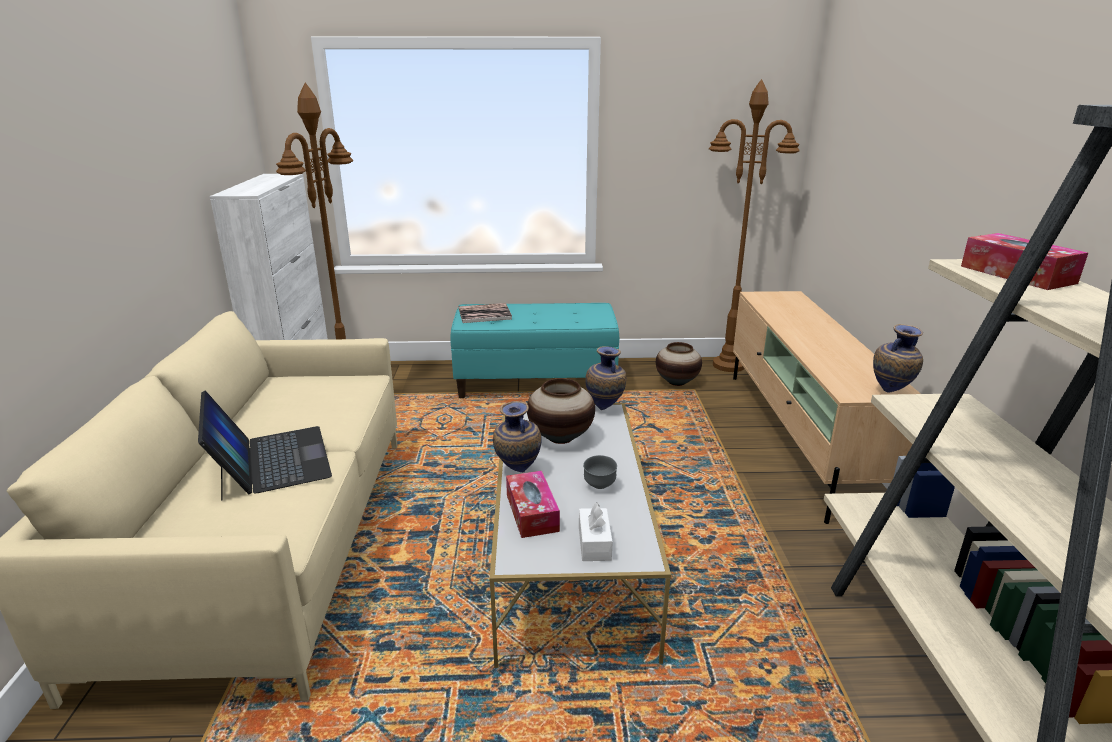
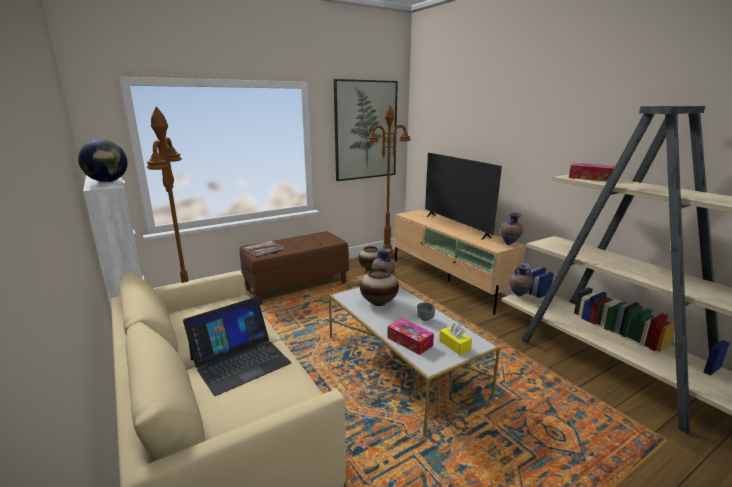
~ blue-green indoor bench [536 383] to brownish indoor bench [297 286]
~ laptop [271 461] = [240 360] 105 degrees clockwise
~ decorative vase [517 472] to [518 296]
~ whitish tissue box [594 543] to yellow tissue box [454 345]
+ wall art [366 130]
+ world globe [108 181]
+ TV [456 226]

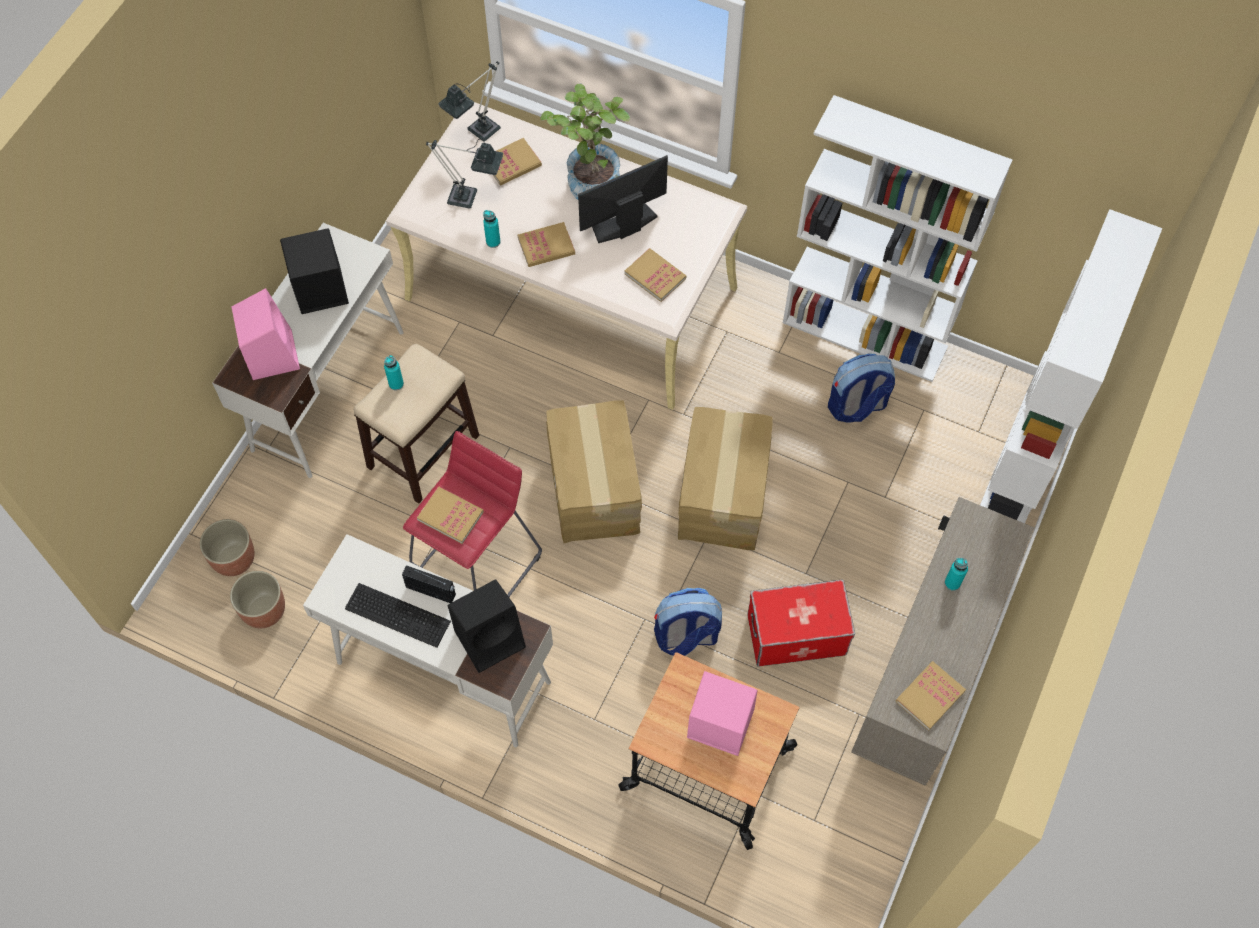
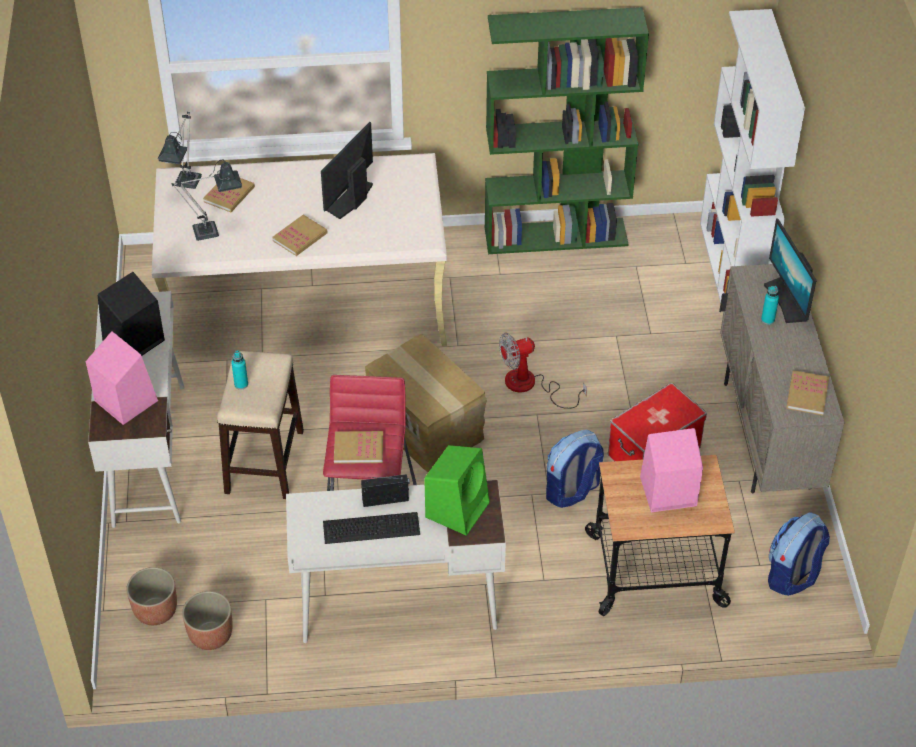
- potted plant [590 179]
~ whitish shelving unit [865 334] to green-coloured shelving unit [556 236]
- blue-green drink bottle [493 242]
- volume [655 276]
~ backpack [856 406] to [792 576]
~ packing box [724 496] to fan [530 385]
~ black-coloured loudspeaker [491 637] to green-coloured loudspeaker [457 508]
+ computer screen [787 301]

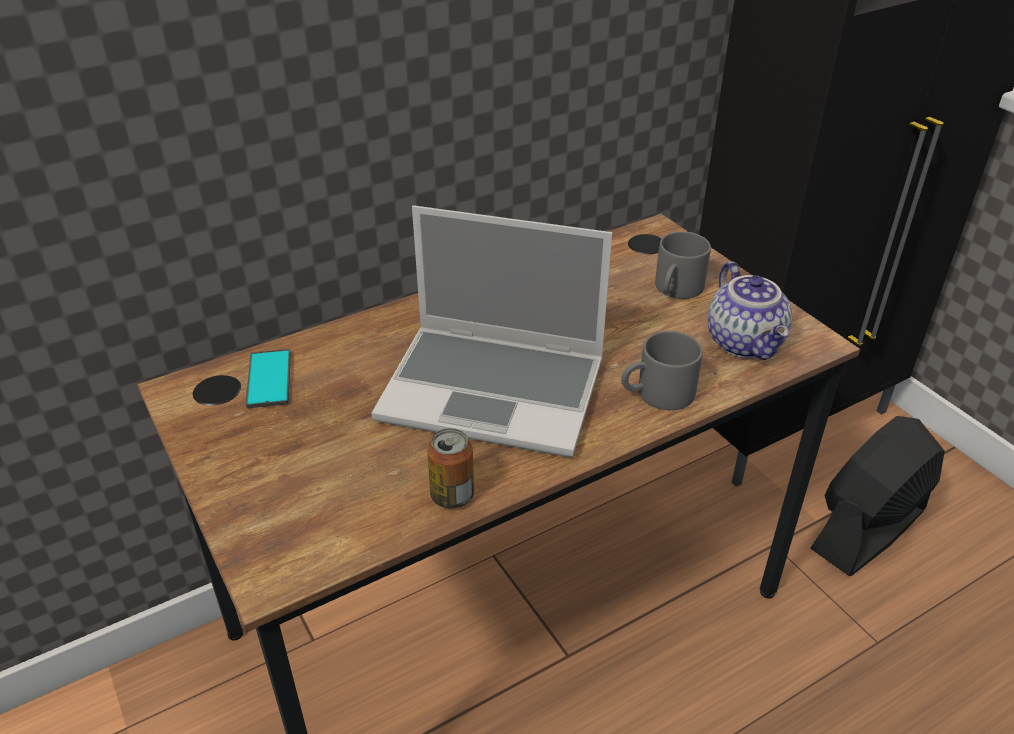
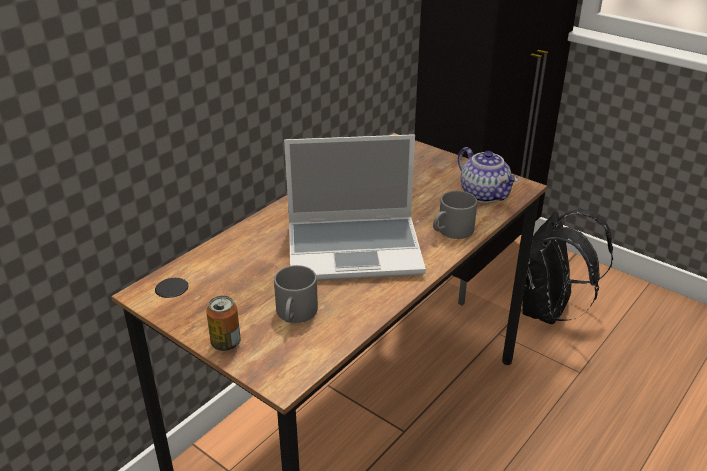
~ gray mug [677 290] to [296 314]
- phone [269 379]
~ black-coloured fan [867 530] to black-coloured backpack [548 311]
~ can [452 496] to [226 343]

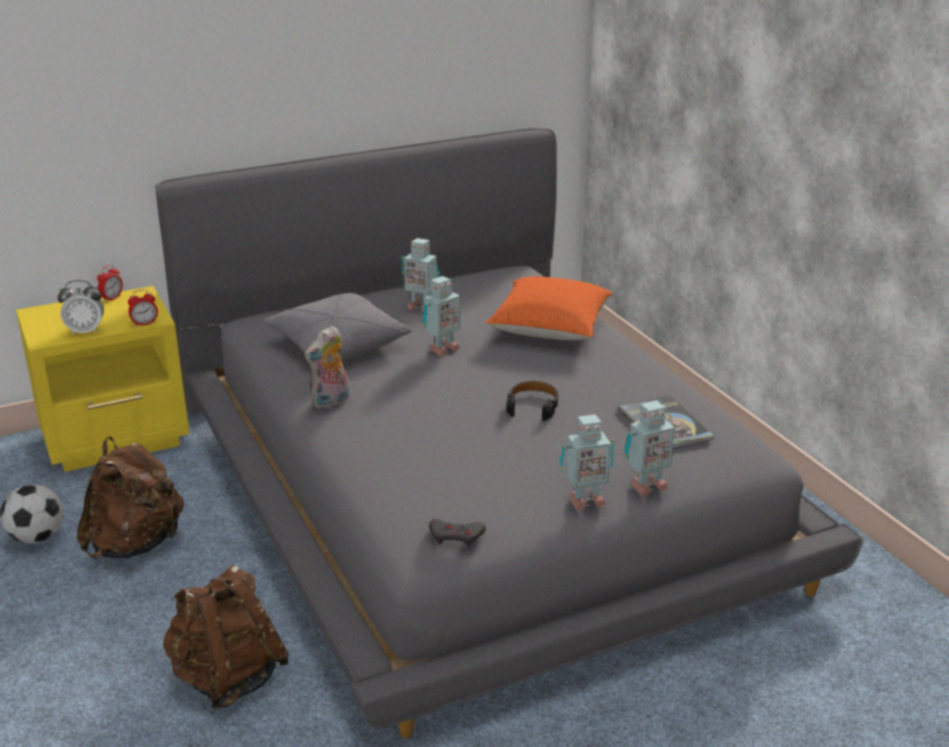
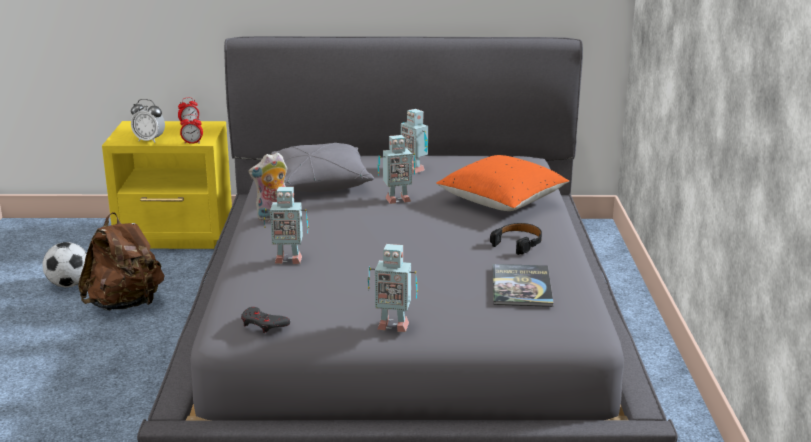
~ black-coloured headset [533 406] to [518 243]
~ robot figure [646 486] to [287 259]
- brownish backpack [228 679]

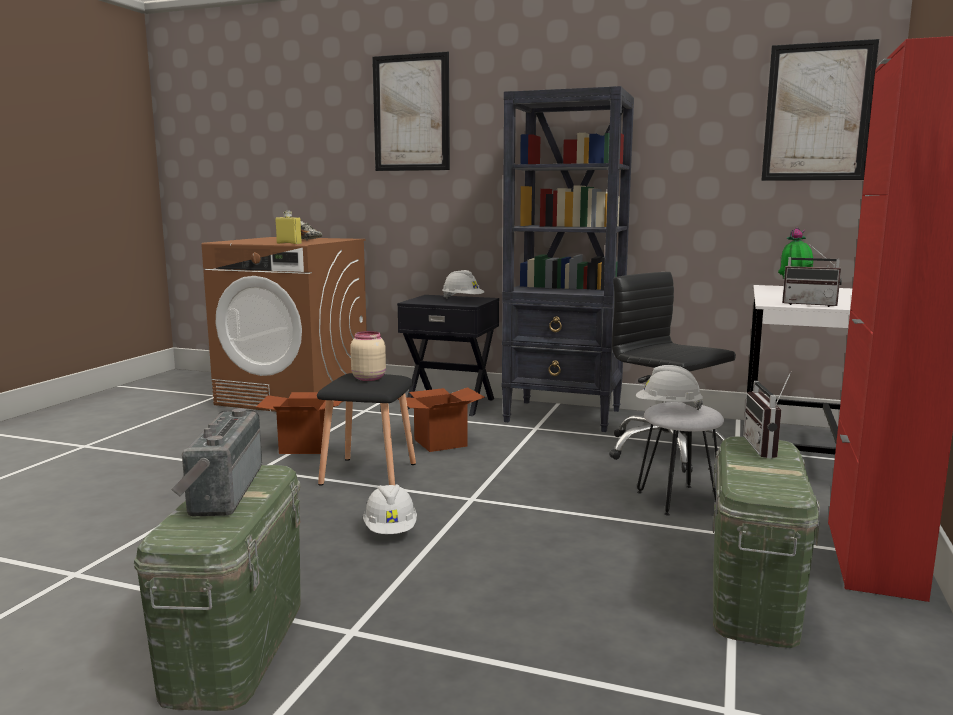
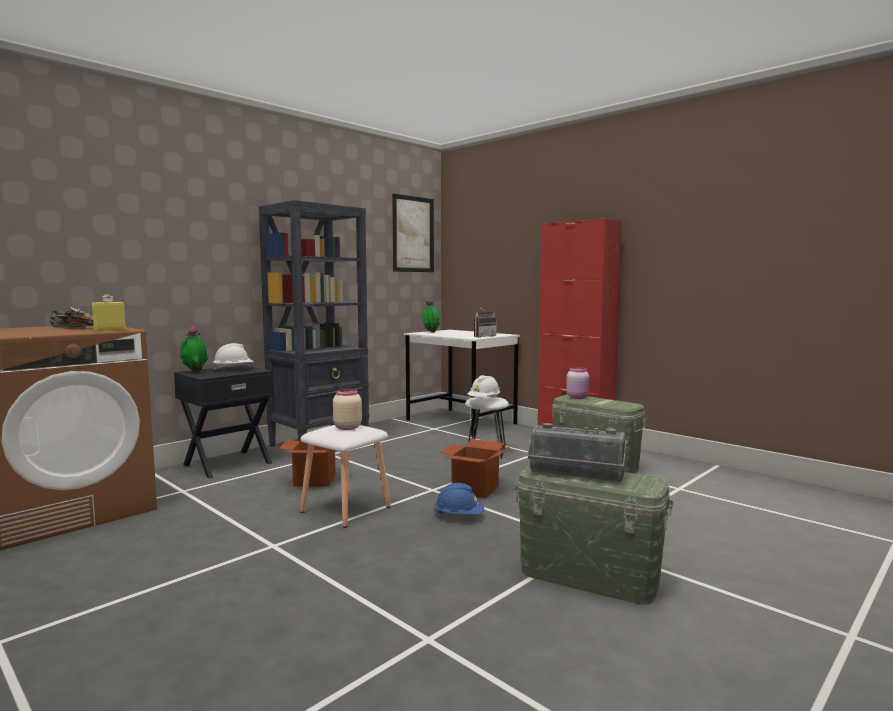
- wall art [411 113]
- black-coloured office chair [665 450]
~ radio [768 449] to pink-coloured jar [578 397]
~ black-coloured stool seat [370 473] to whitish stool seat [346 508]
~ packing box [304 446] to [475 489]
~ whitish hard hat [390 531] to blue hard hat [459 516]
+ potted plant [194 372]

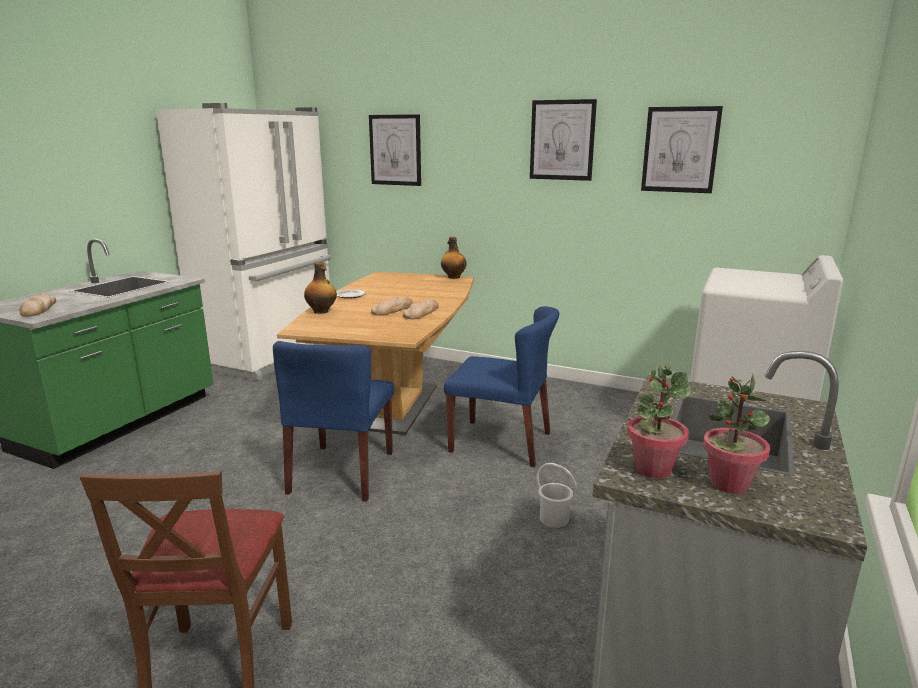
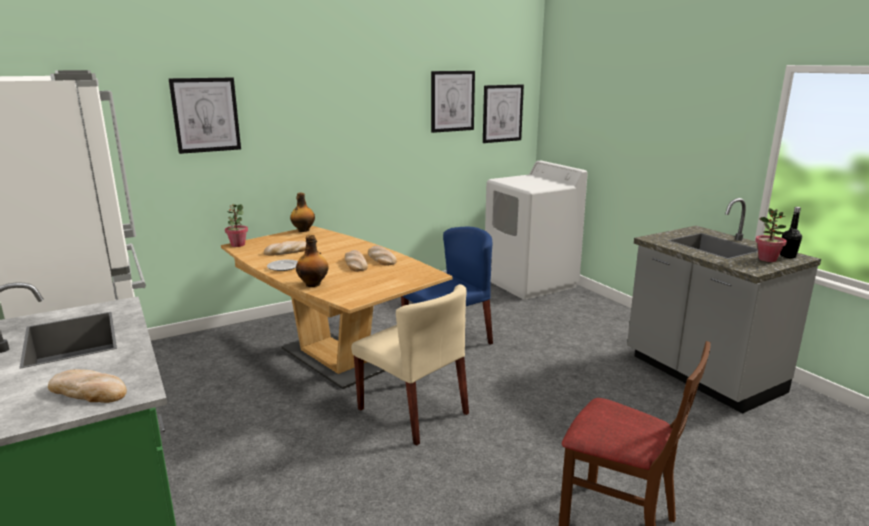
~ wall art [562 140] to [502 113]
~ blue upright chair [342 472] to beige upright chair [413 411]
~ potted plant [652 469] to [237 245]
- whitish water bucket [554 518]
+ black-coloured drink bottle [787 256]
+ baked bread [287 251]

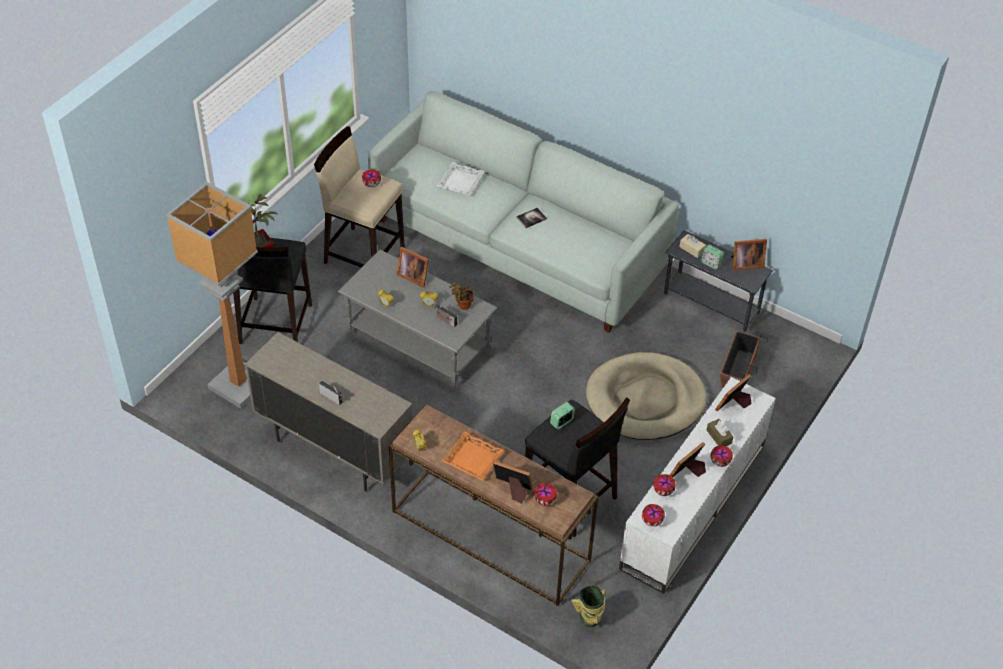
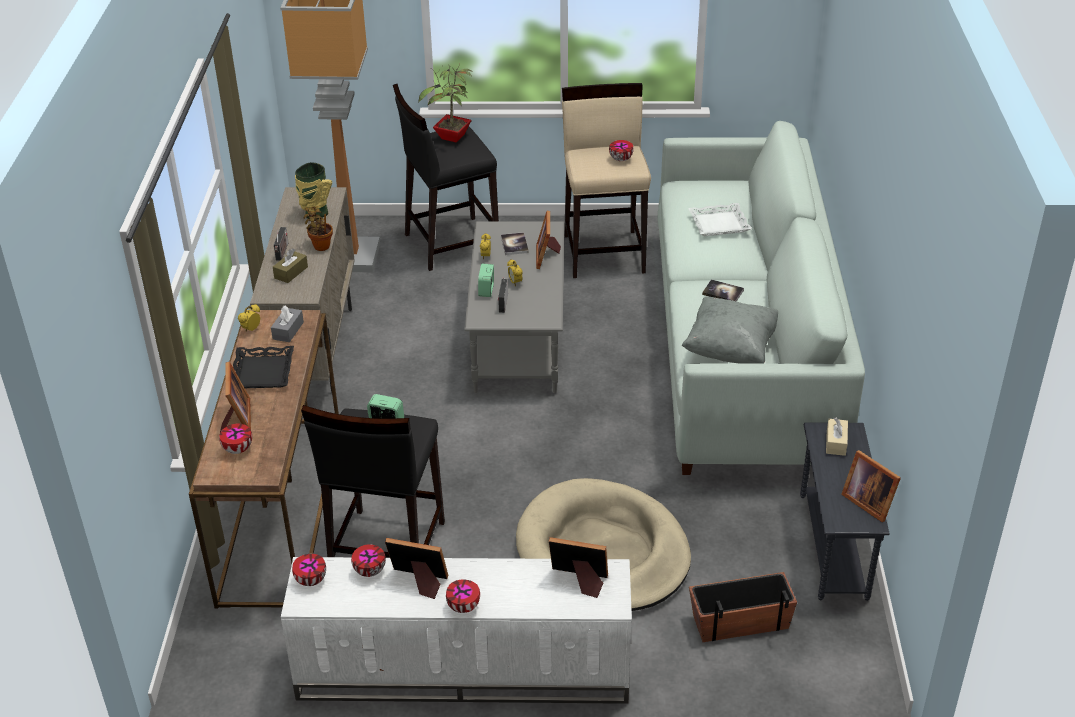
~ bedside clock [711 263] to [486 290]
~ potted plant [463 305] to [320 245]
~ brownish tissue box [719 437] to [291 272]
~ orange-coloured tray [473 459] to black-coloured tray [262 372]
~ decorative vase [589 619] to [315 214]
+ volume [514 244]
+ gray pillow [730 349]
+ gray tissue box [288 330]

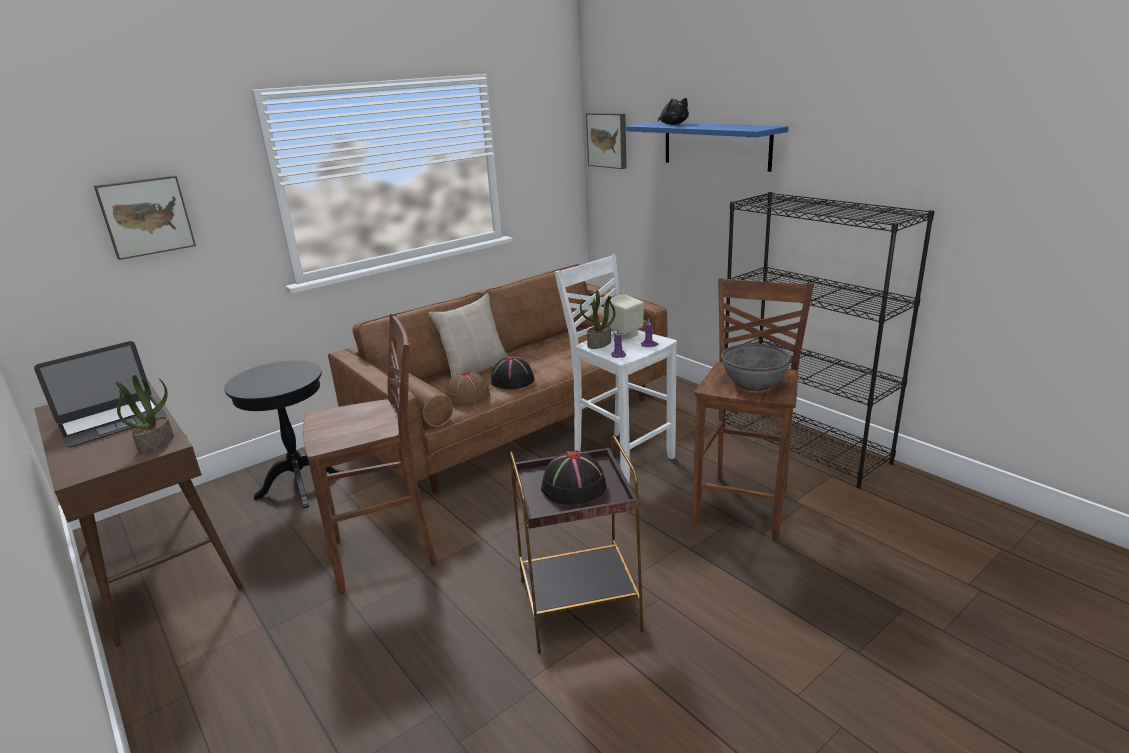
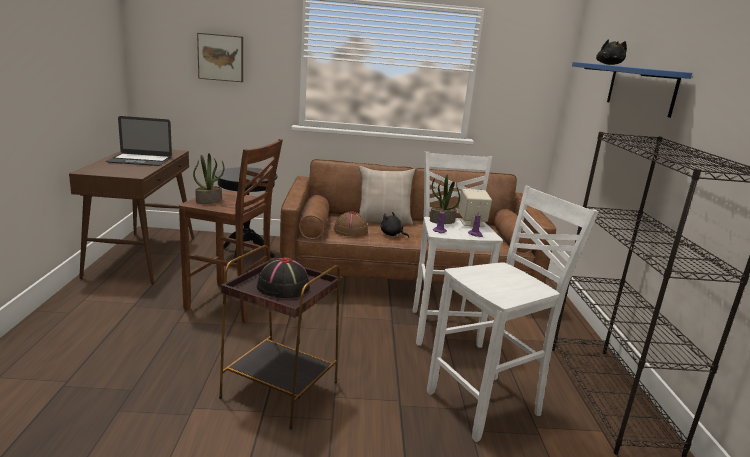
- wall art [608 140]
~ brownish stool seat [744 505] to whitish stool seat [487 405]
- gray bowl [753 383]
~ black-coloured clothing hat [513 381] to black-coloured soft toy [392 235]
~ potted plant [155 442] to [209 201]

